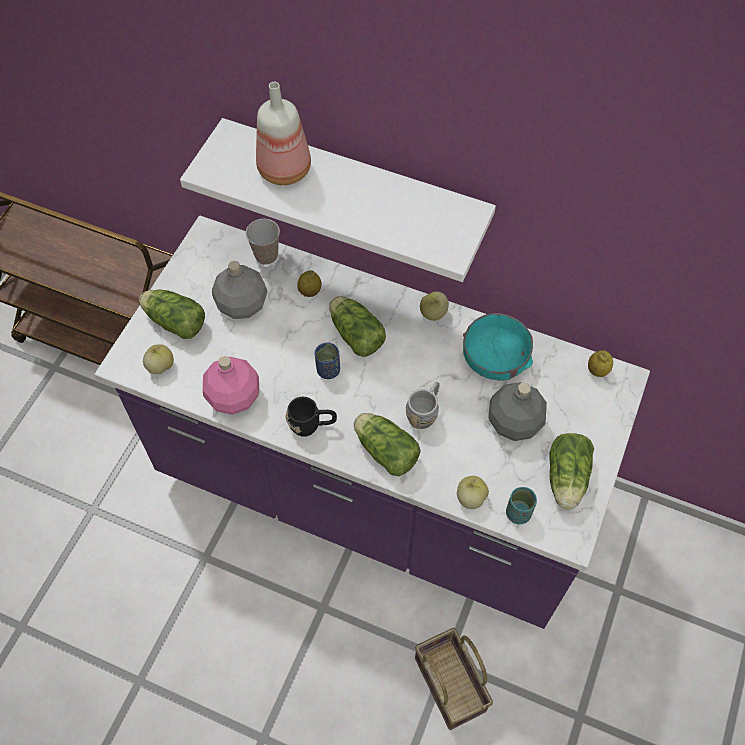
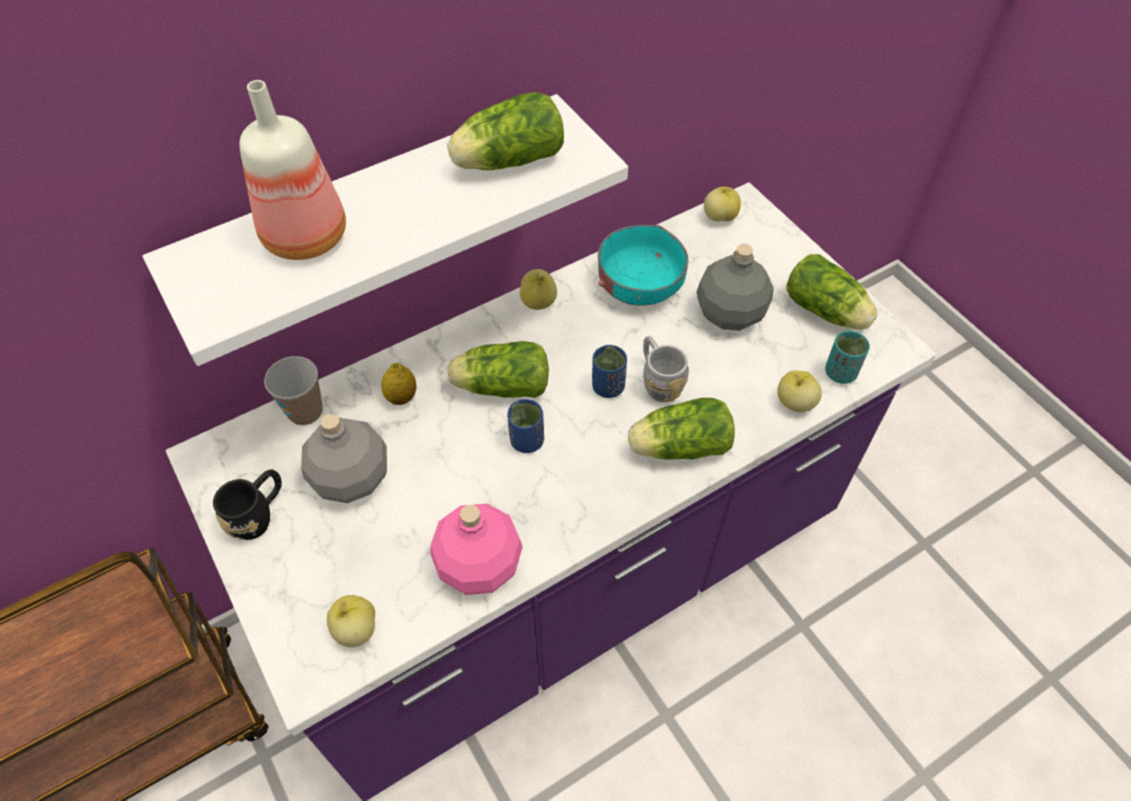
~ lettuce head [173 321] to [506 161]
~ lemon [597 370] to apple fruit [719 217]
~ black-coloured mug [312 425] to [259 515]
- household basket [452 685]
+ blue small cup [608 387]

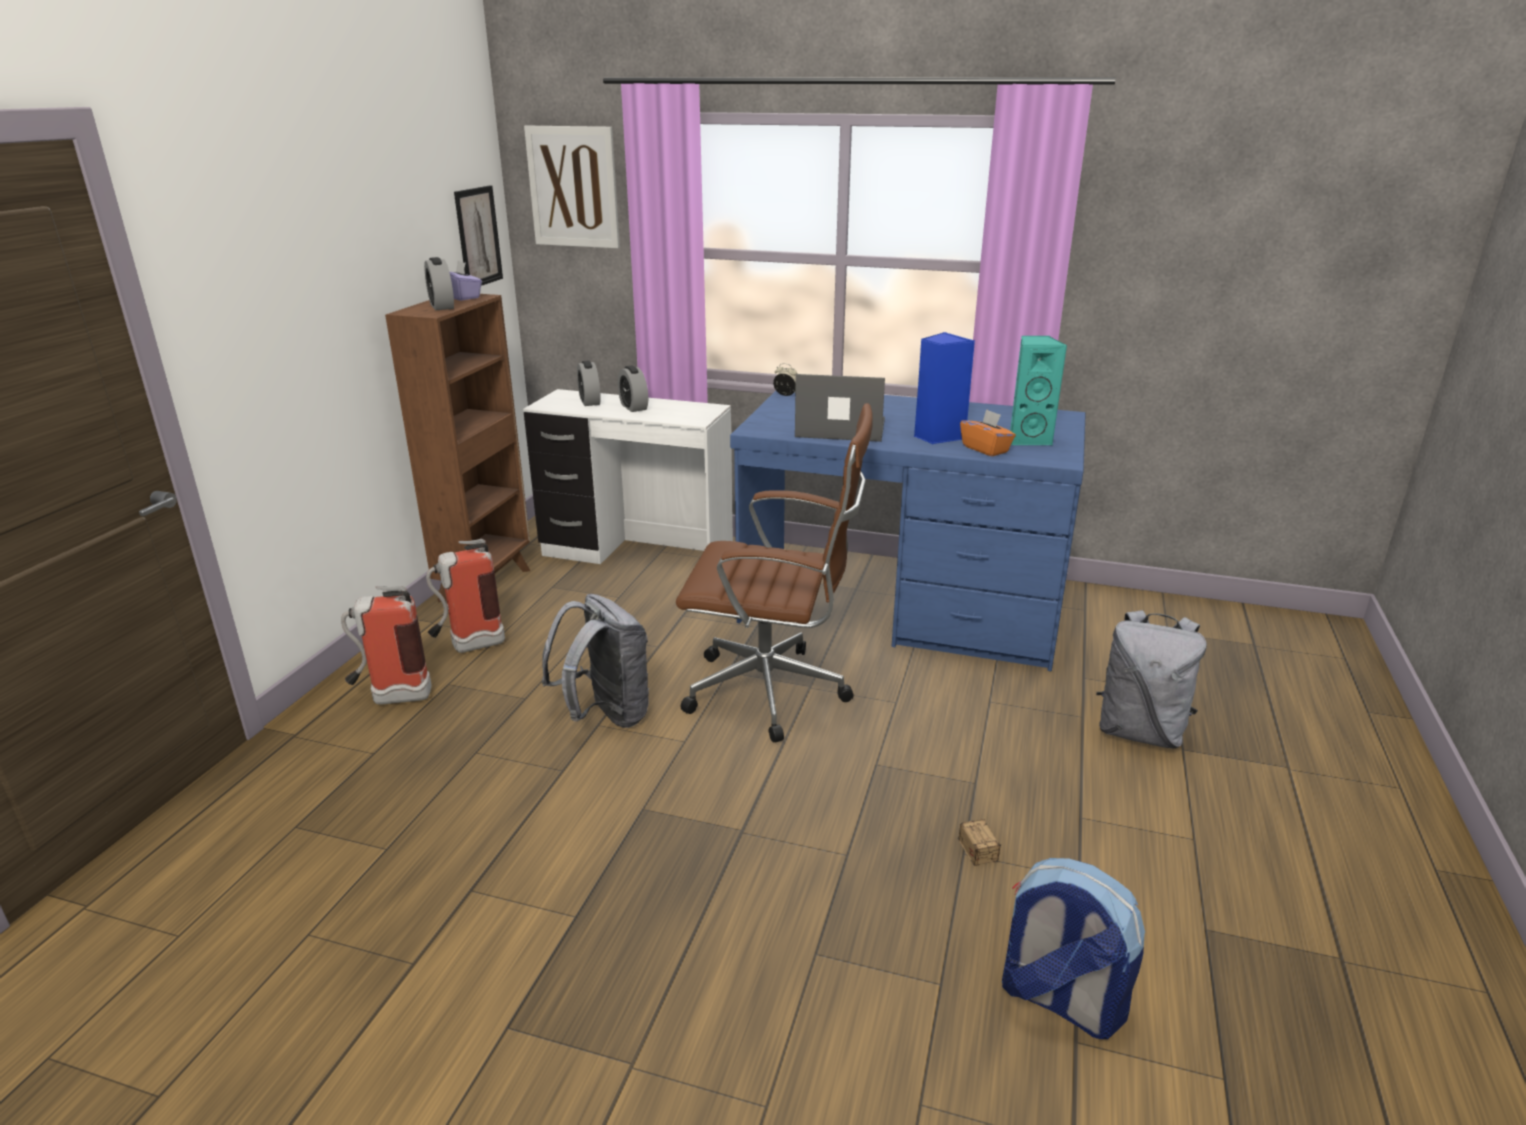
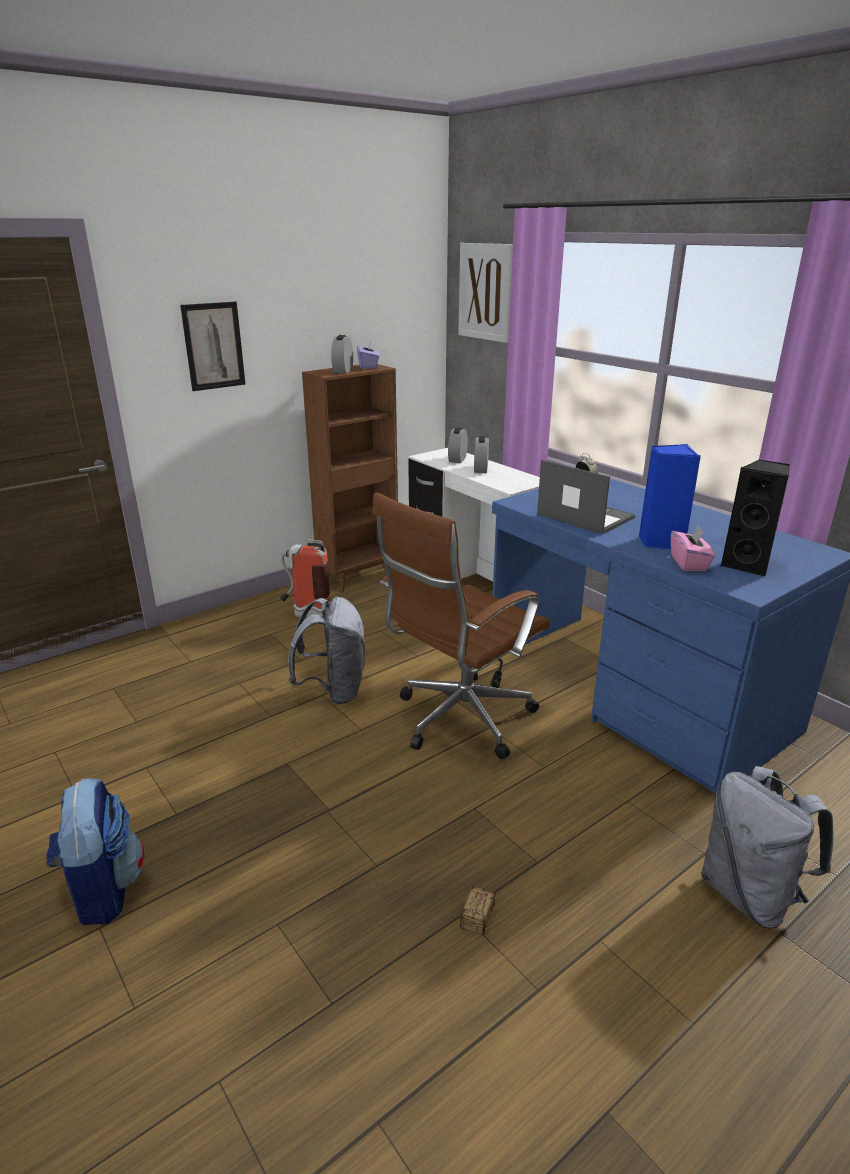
~ wall art [478 237] to [213 346]
~ blue-green loudspeaker [1028 439] to black-coloured loudspeaker [748 565]
~ brownish office chair [774 692] = [459 720] 90 degrees clockwise
~ orange-coloured tissue box [985 449] to pink-coloured tissue box [689 563]
- fire-fighting cylinder [391 698]
~ backpack [1058 1000] to [103 889]

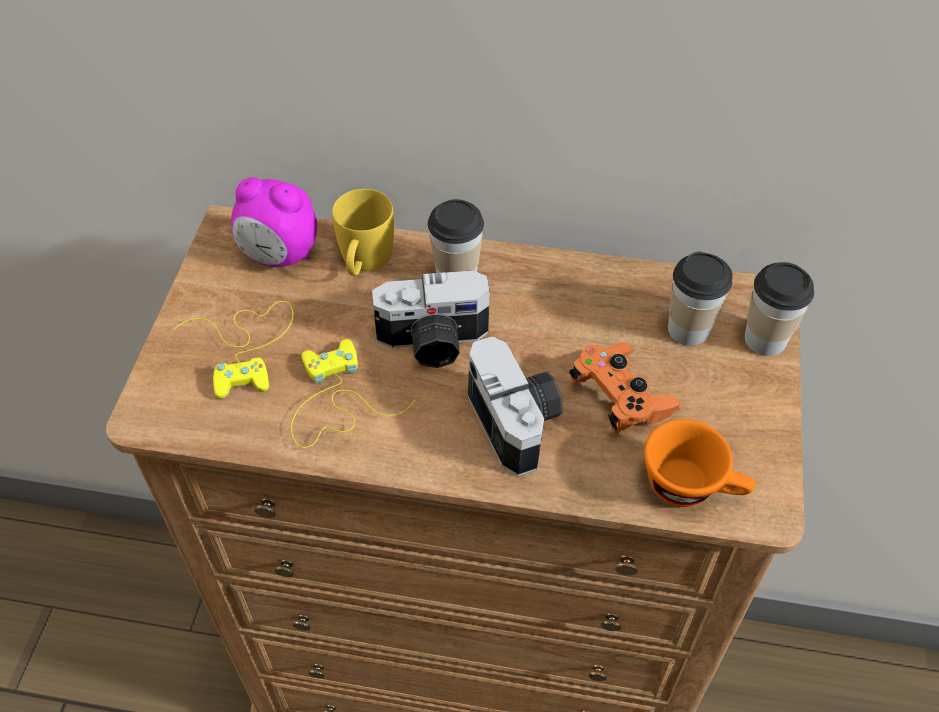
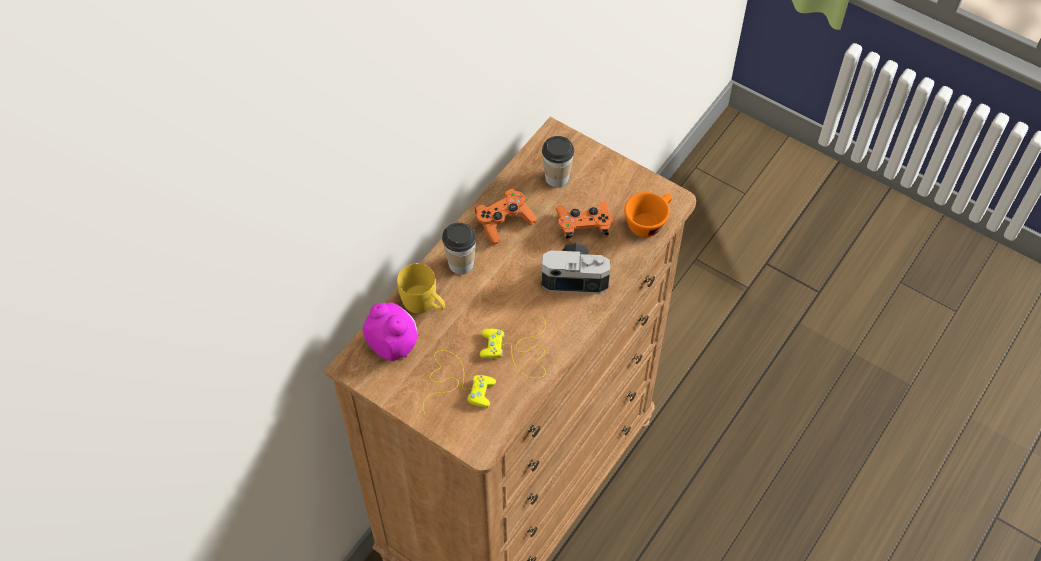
~ bedside clock [279 255] = [393 345] 90 degrees counterclockwise
- small cup [765 339]
- still camera [433 343]
+ orange-coloured game controller [504 222]

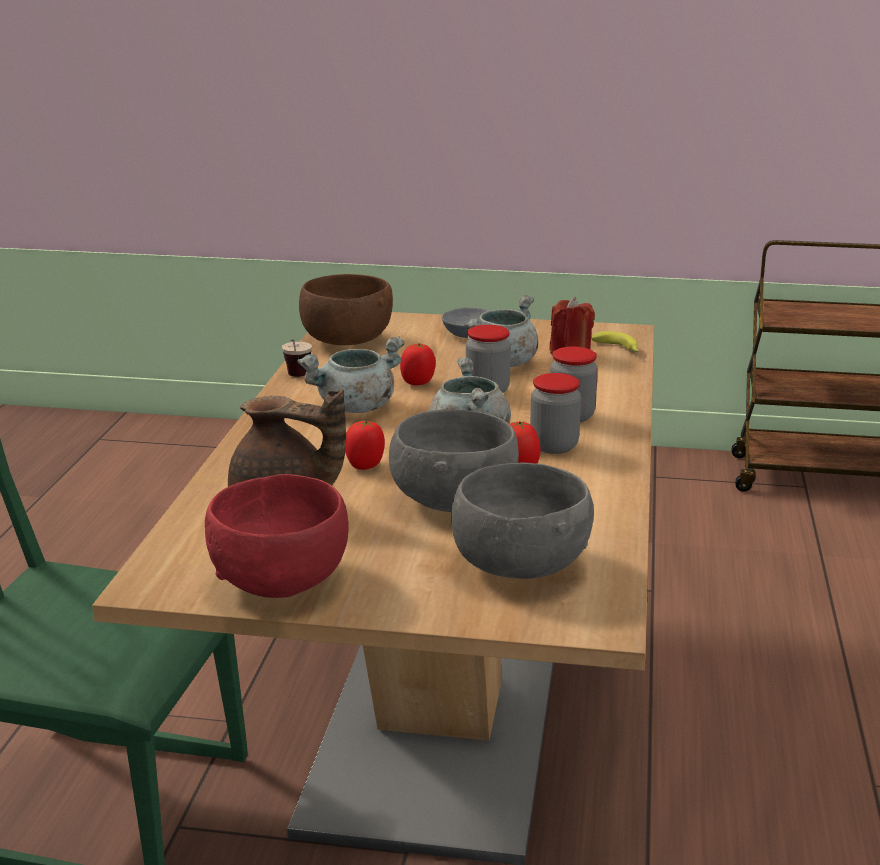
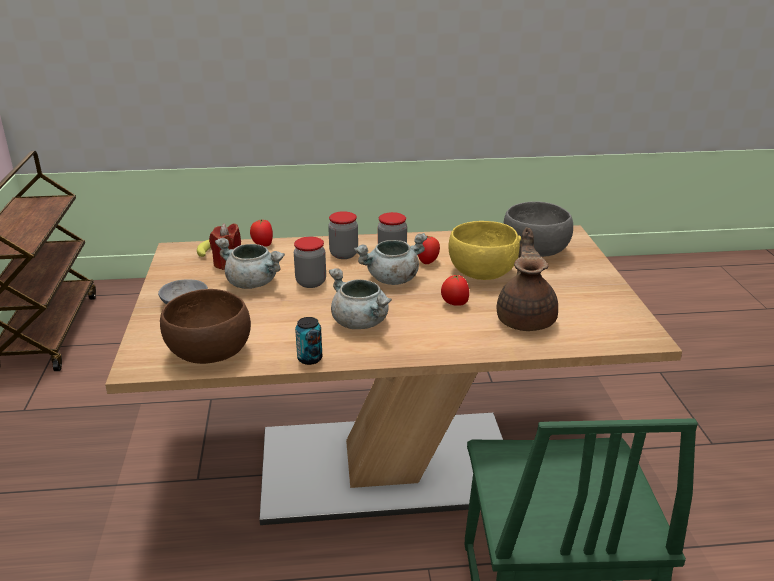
~ small cup [296 378] to can [310 359]
~ tomato [418 383] to [262 245]
~ gray bowl [452 501] to yellow bowl [482 273]
- red bowl [281 579]

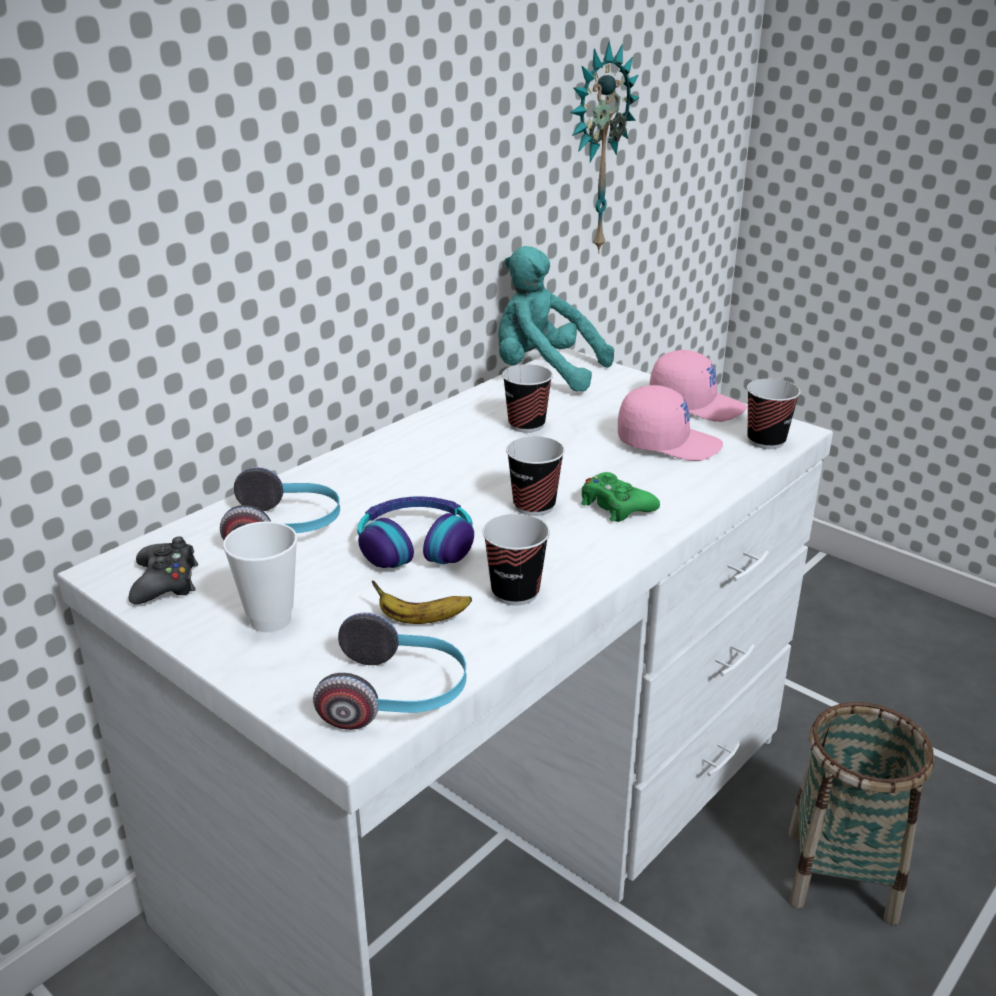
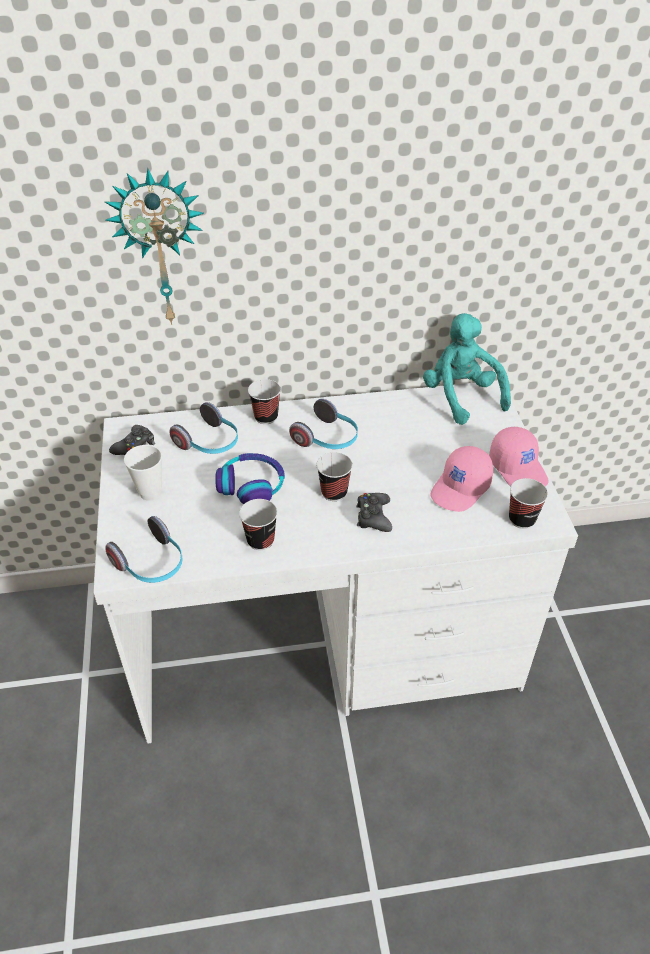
~ hanging clock [596 151] to [160 248]
~ small cup [526 425] to [266 417]
~ pink-coloured cap [668 443] = [461 489] 75 degrees clockwise
~ green-coloured game controller [615 506] to black-coloured game controller [373 516]
- banana fruit [421 620]
- household basket [841 875]
+ headset [327 439]

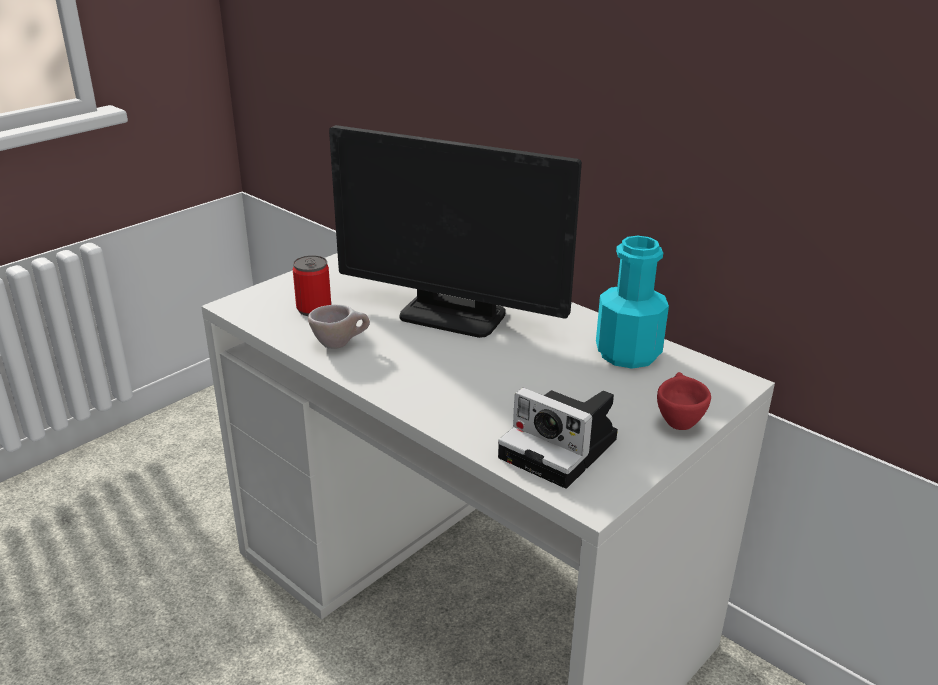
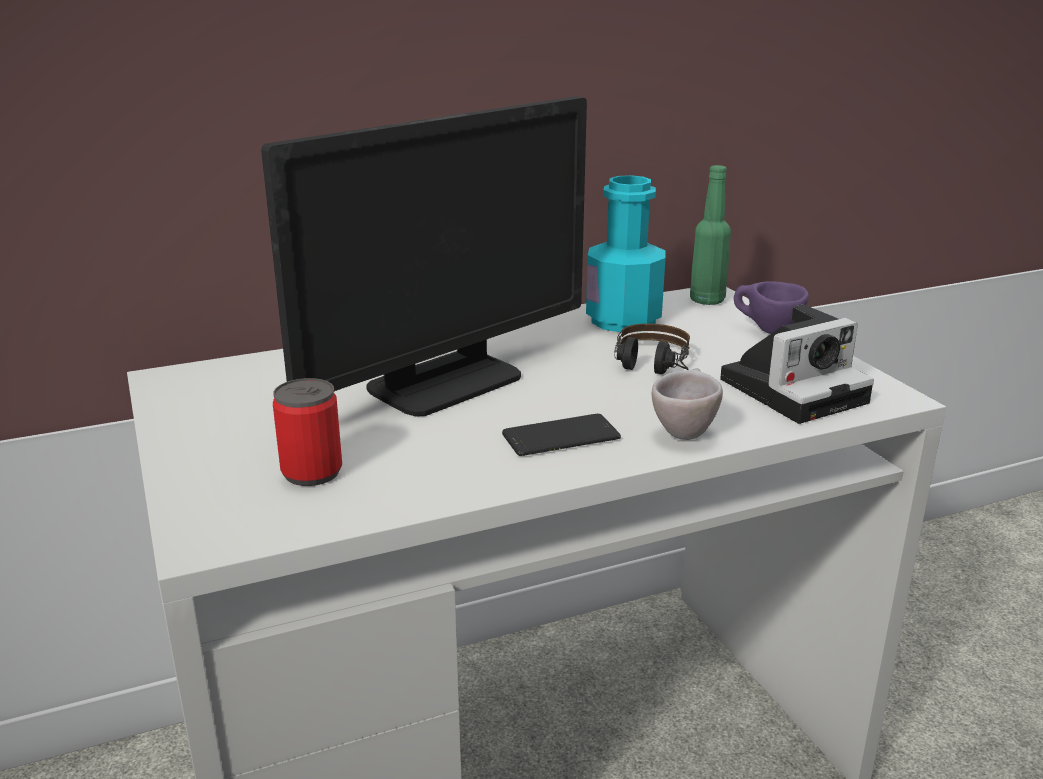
~ beige small cup [340 344] to [684 430]
~ red small cup [677 420] to purple-coloured small cup [766 331]
+ green-coloured drink bottle [707 300]
+ headset [651 370]
+ phone [561 437]

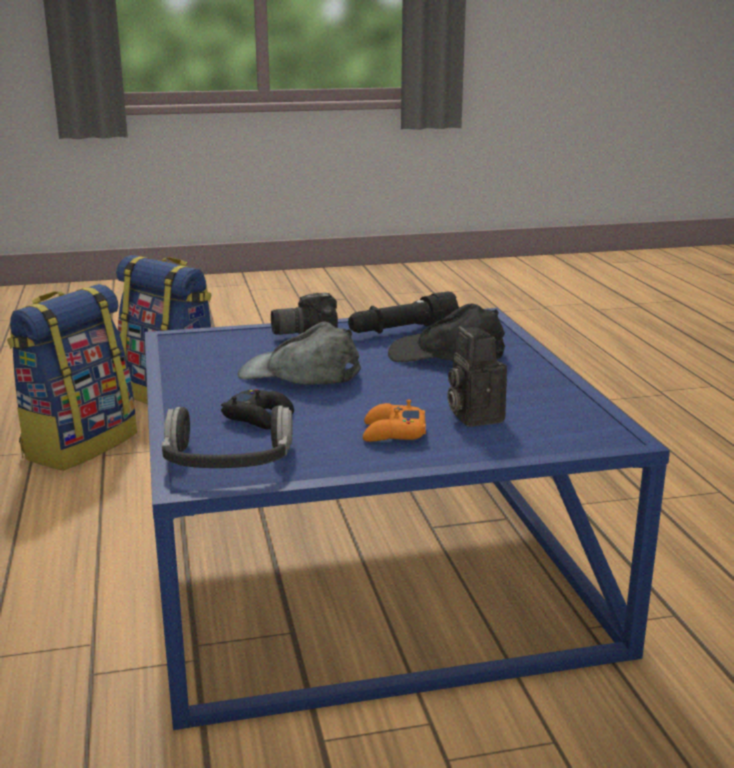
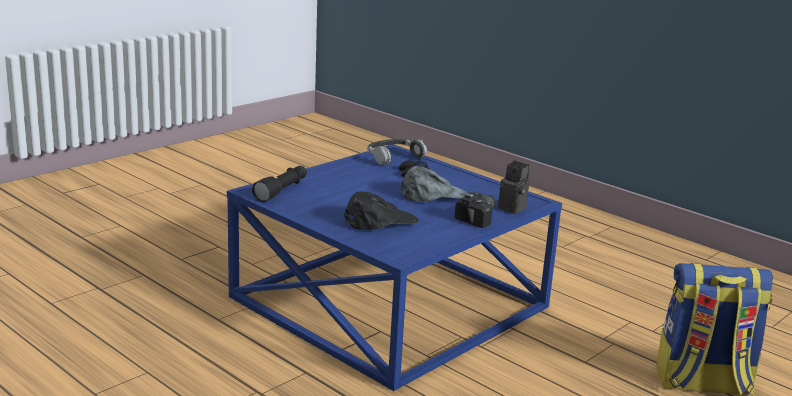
- backpack [79 445]
~ black-coloured flashlight [402 331] to [282 191]
~ still camera [473 416] to [514 208]
- orange-coloured game controller [393 432]

